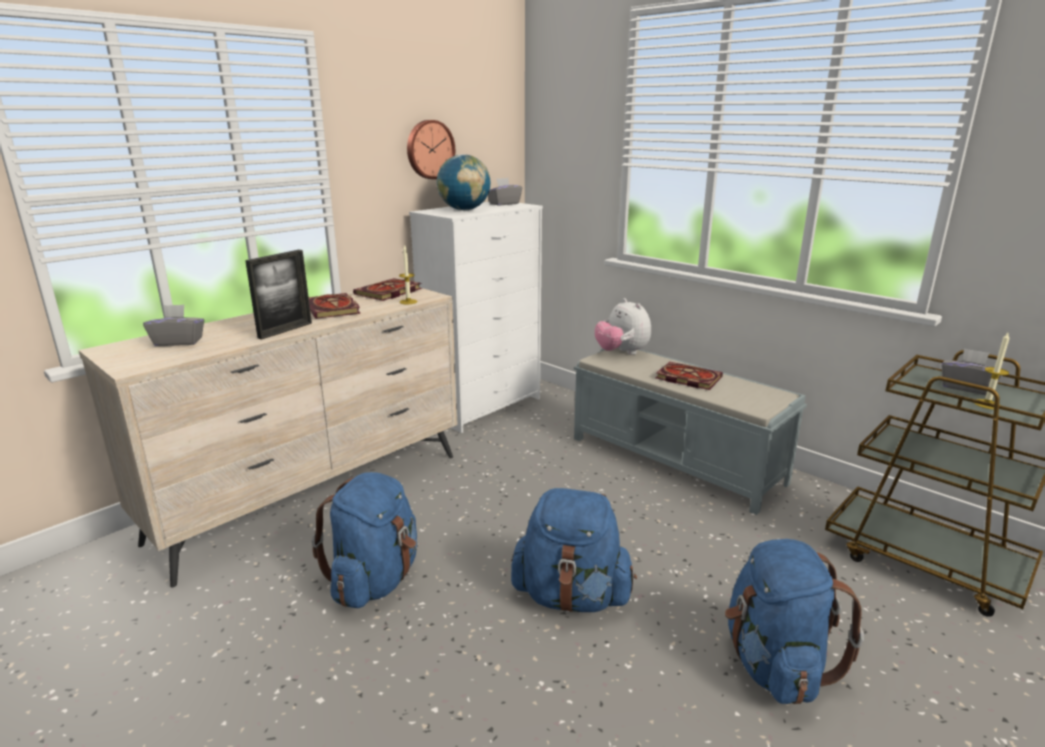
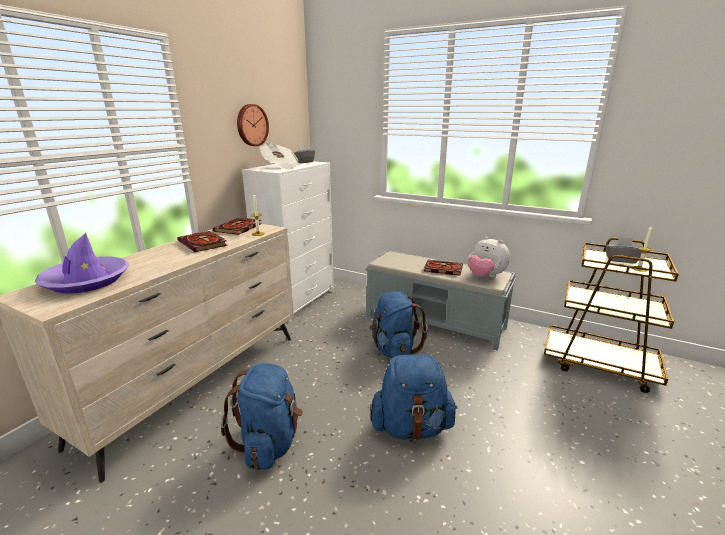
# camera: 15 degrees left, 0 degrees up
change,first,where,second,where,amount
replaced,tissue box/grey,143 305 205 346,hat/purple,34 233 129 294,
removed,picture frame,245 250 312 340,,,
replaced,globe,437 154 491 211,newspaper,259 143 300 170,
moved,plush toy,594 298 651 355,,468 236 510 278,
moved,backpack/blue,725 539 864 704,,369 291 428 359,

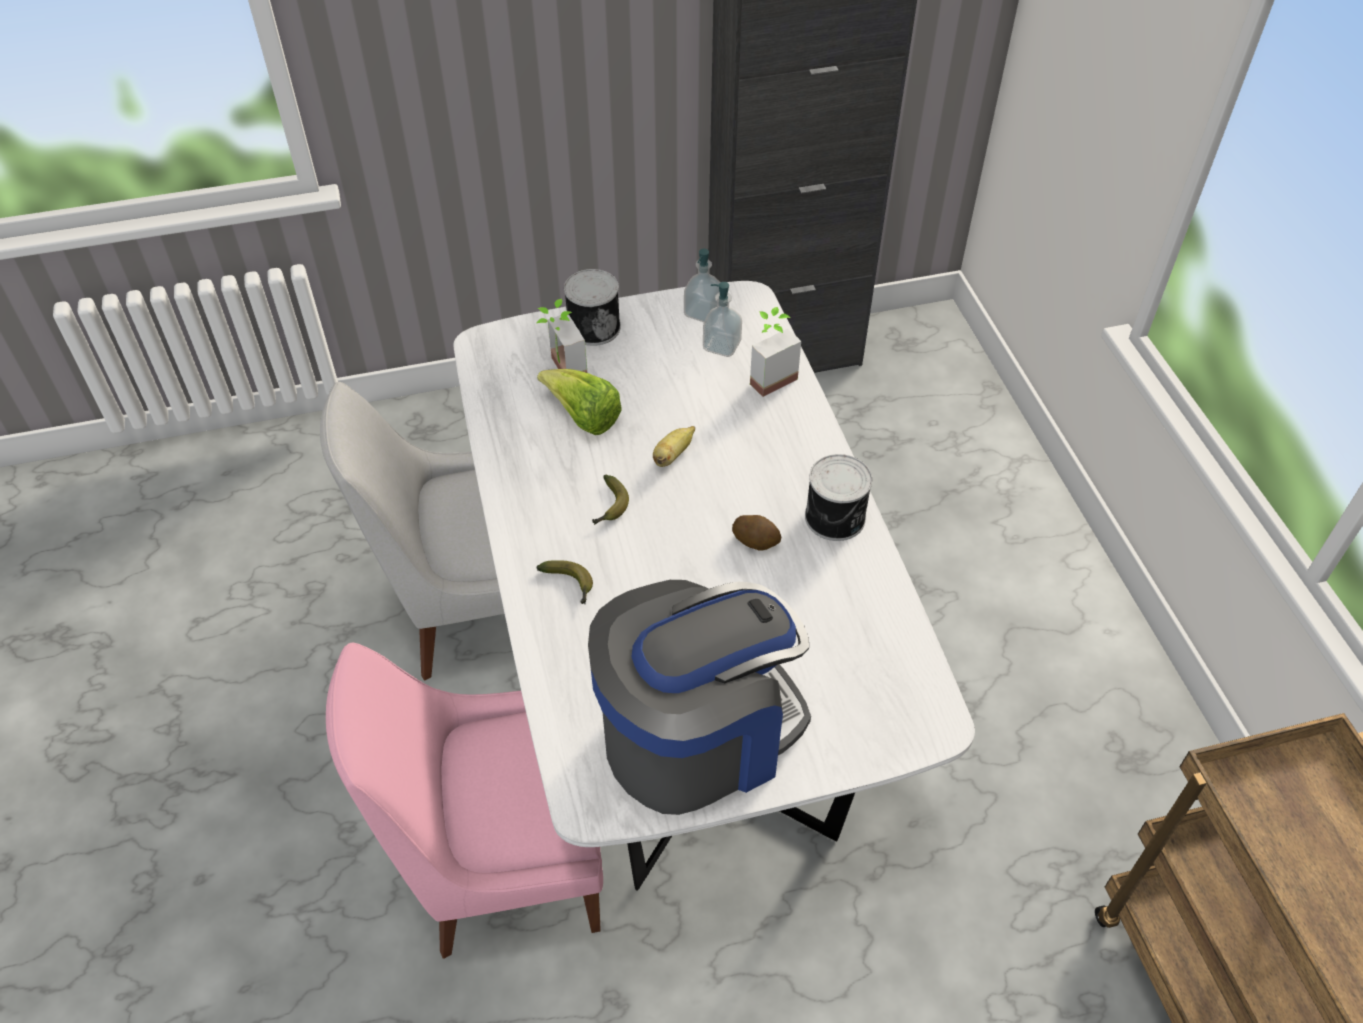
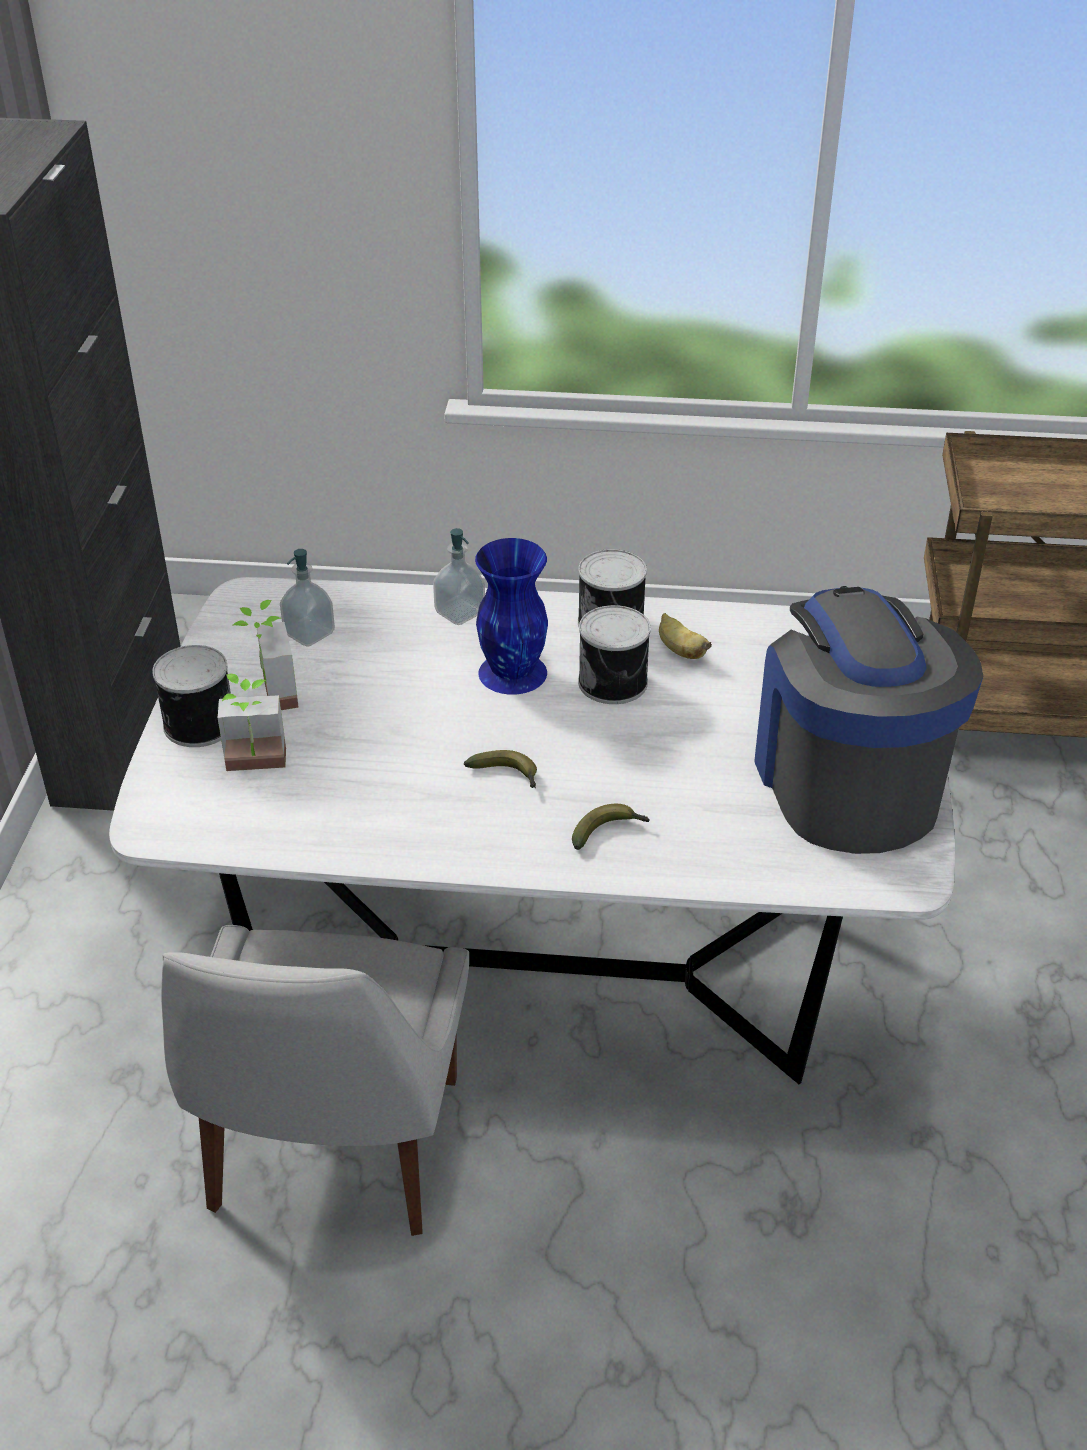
# camera: 70 degrees left, 10 degrees down
change,first,where,second,where,amount
removed,chair/pink,326 643 603 959,,,
removed,lettuce,537 369 621 435,,,
moved,banana,653 426 695 467,,659 613 712 659,
moved,soap dispenser,684 249 720 322,,433 528 485 625,
replaced,potato,732 515 781 551,can,578 605 651 704,
moved,potted plant,750 307 801 397,,232 600 299 710,
added,,,vase/blue,475 538 548 695,

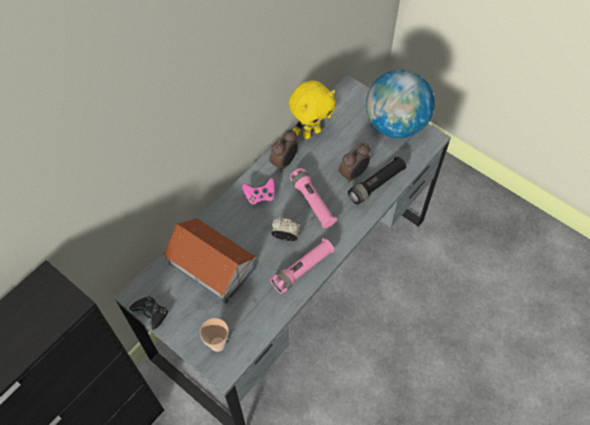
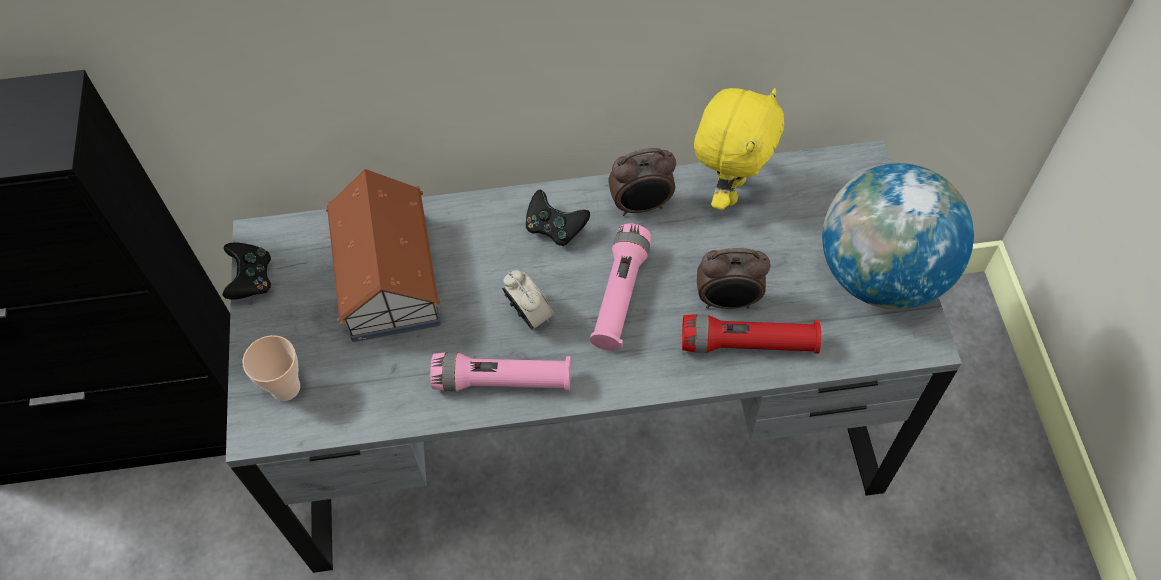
# camera: 45 degrees right, 0 degrees up
change,first,where,second,where,amount
recoloured,game controller/pink,242 178 275 205,game controller/black,526 190 590 246,
turned,plush toy/yellow,289 81 336 139,,694 88 784 210,75 degrees counterclockwise
recoloured,flashlight/black,348 156 406 205,flashlight/red,682 314 821 354,

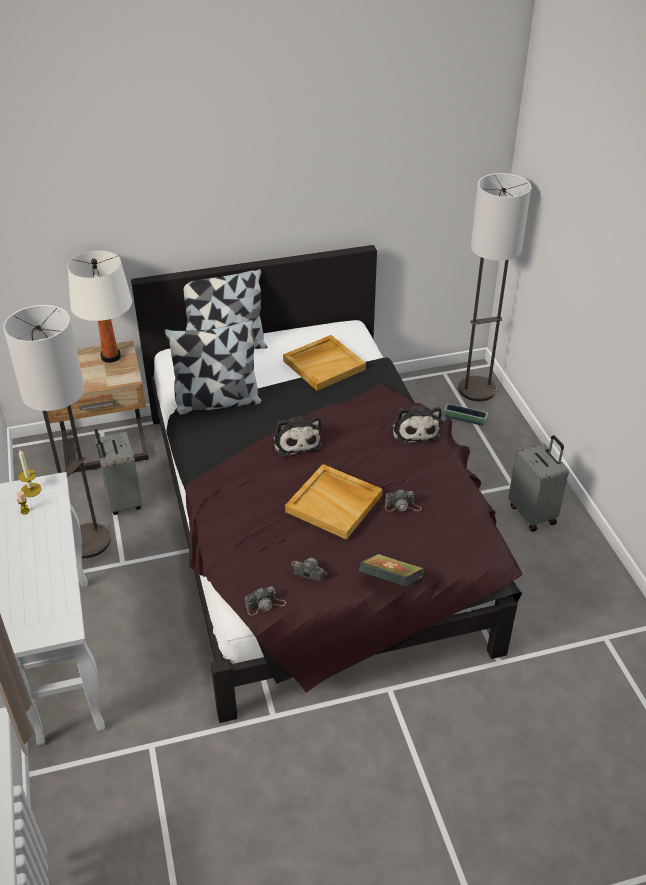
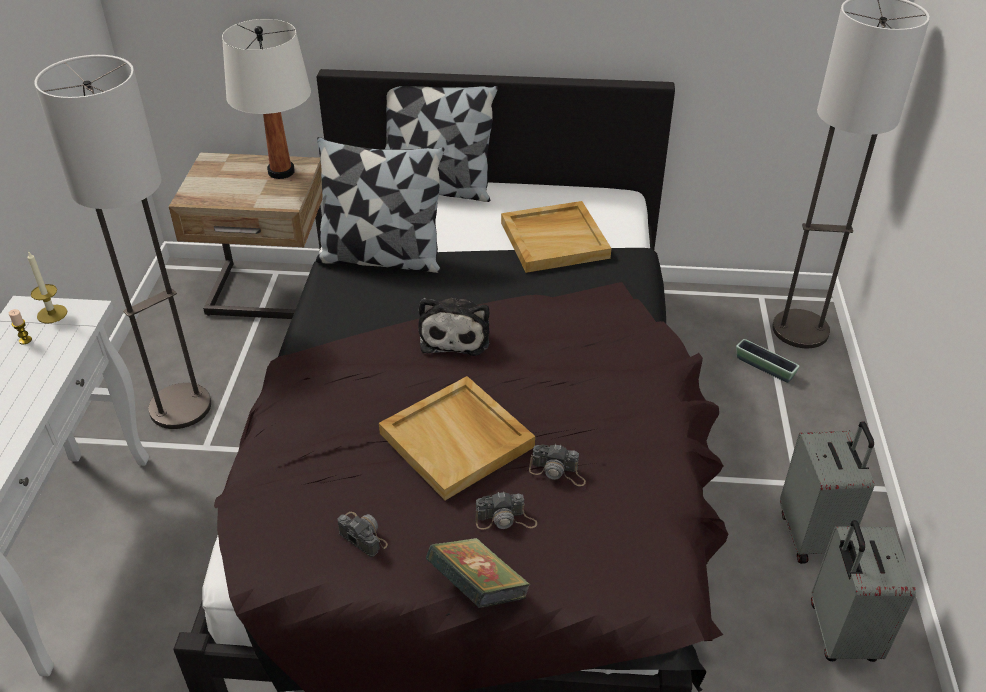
# camera: 20 degrees right, 0 degrees up
change,first,where,second,where,amount
moved,suitcase/grey,95 429 142 515,,811 520 916 662,
moved,photo camera,245 586 286 616,,475 491 537 529,
removed,plush toy,392 406 442 444,,,

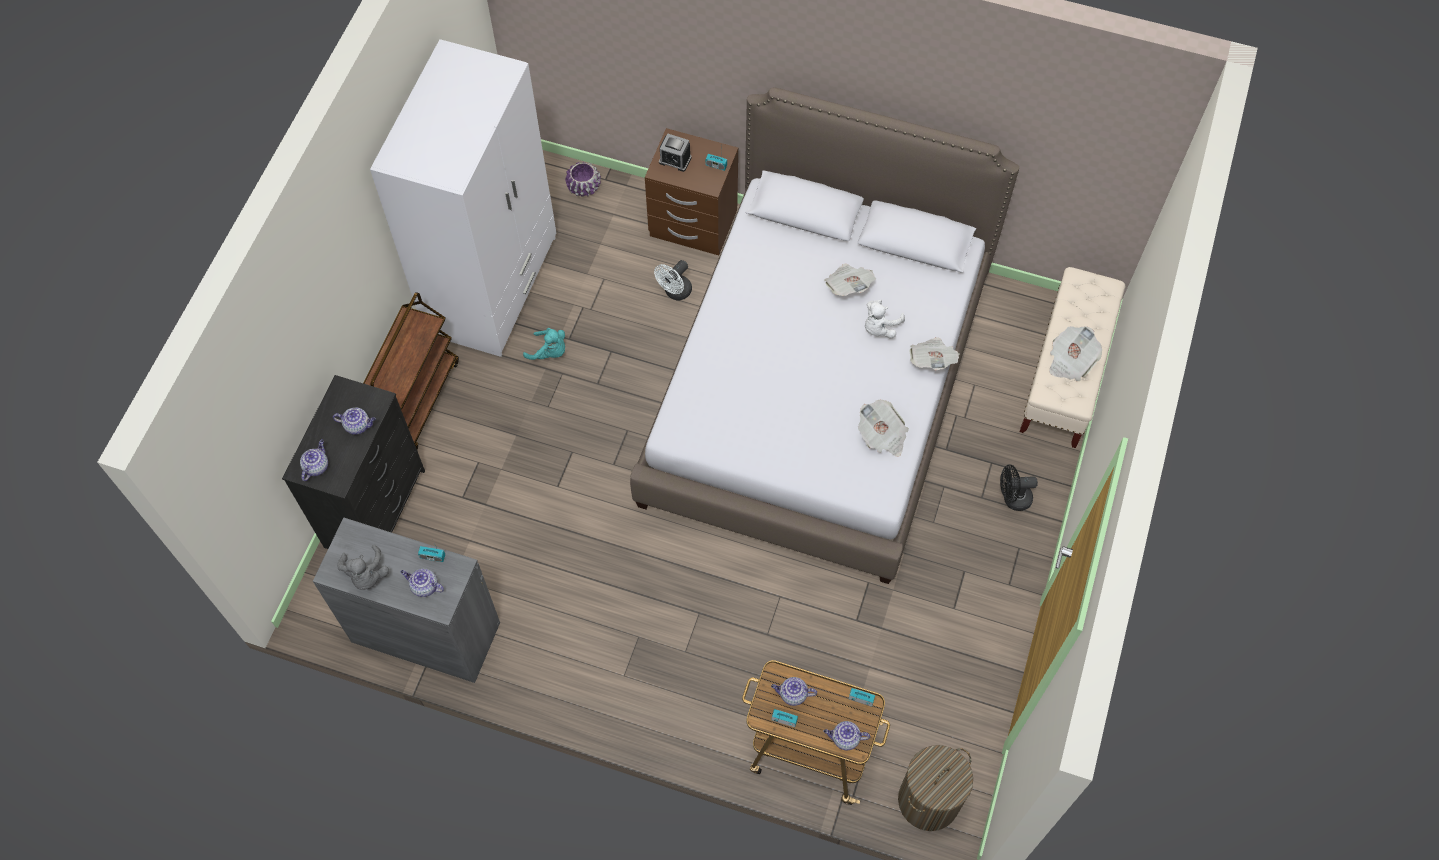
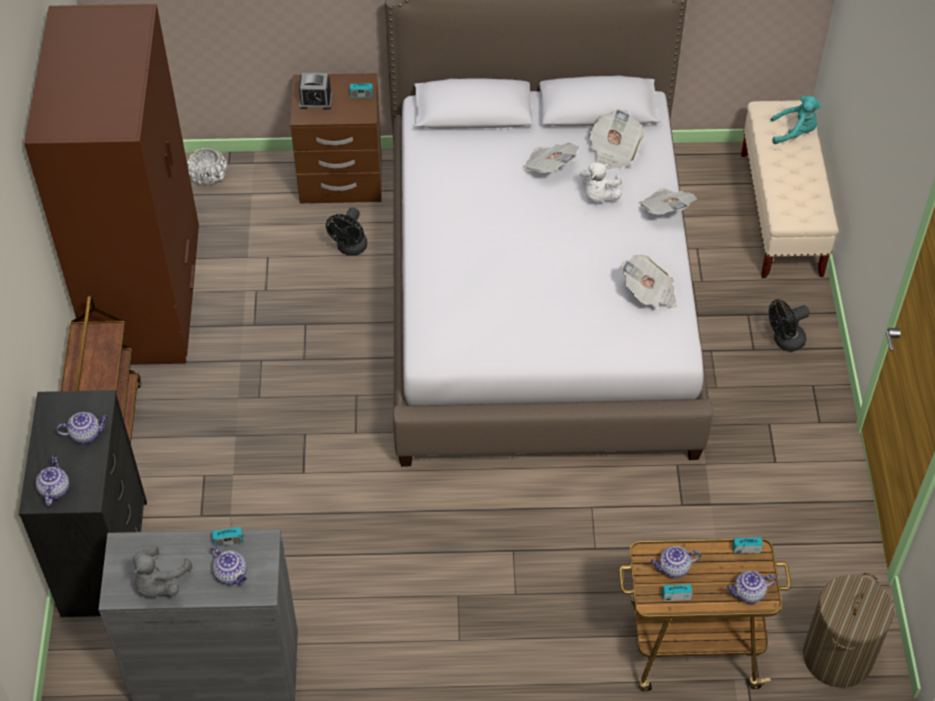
# camera: 20 degrees left, 10 degrees down
change,first,where,second,where,amount
turned,plush toy/grey,337 545 389 590,,133 546 192 597,60 degrees clockwise
recoloured,wardrobe/white,370 39 556 357,wardrobe/brown,24 4 199 365,
turned,teapot,400 568 444 597,,211 546 247 585,135 degrees counterclockwise
moved,plush toy/turquoise,523 328 565 360,,771 96 822 144,
recoloured,planter/purple,565 162 601 197,planter/white,187 147 227 186,
recoloured,fan/white,654 260 692 300,fan/black,326 207 367 256,
moved,newspaper,1049 326 1102 381,,589 109 644 169,

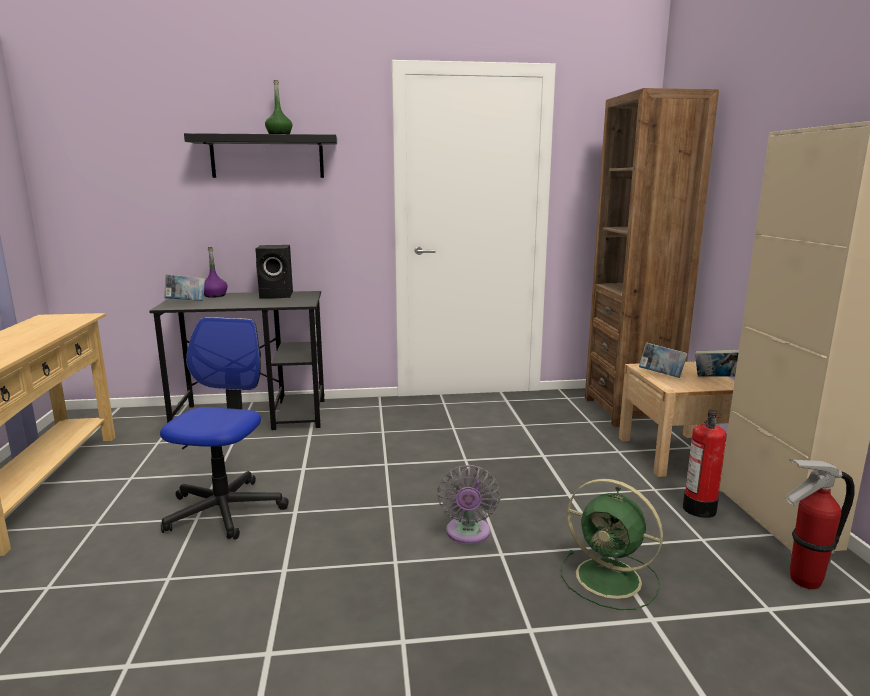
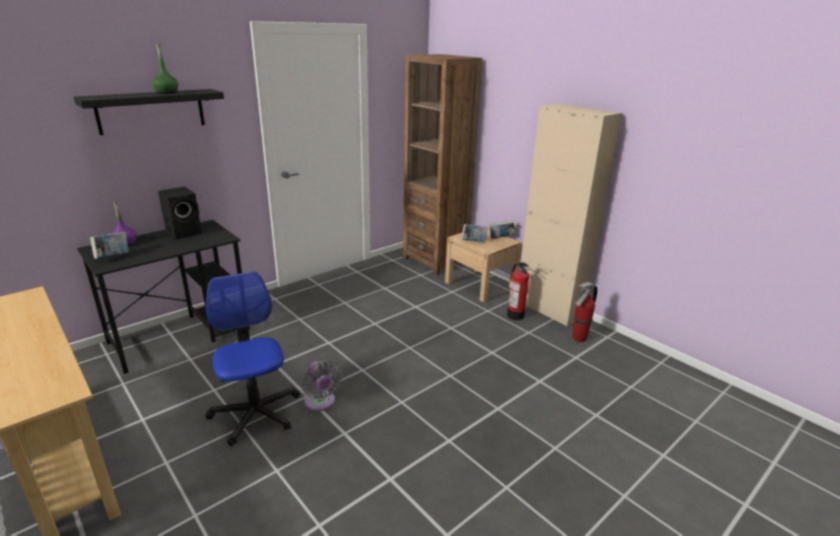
# camera: 35 degrees left, 10 degrees up
change,first,where,second,where,amount
moved,fan/grey,437 465 500 544,,301 360 343 411,
removed,fan/green,561 479 663 610,,,

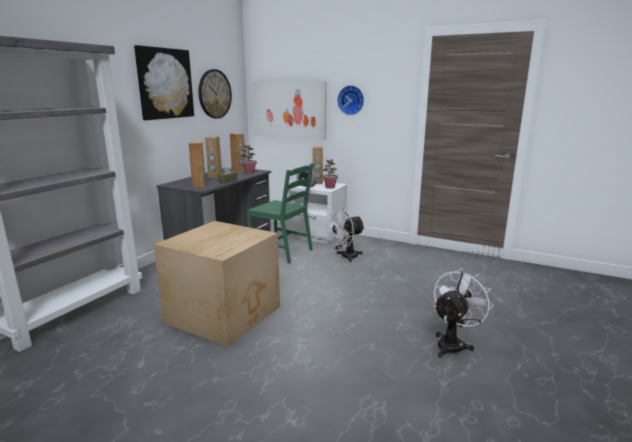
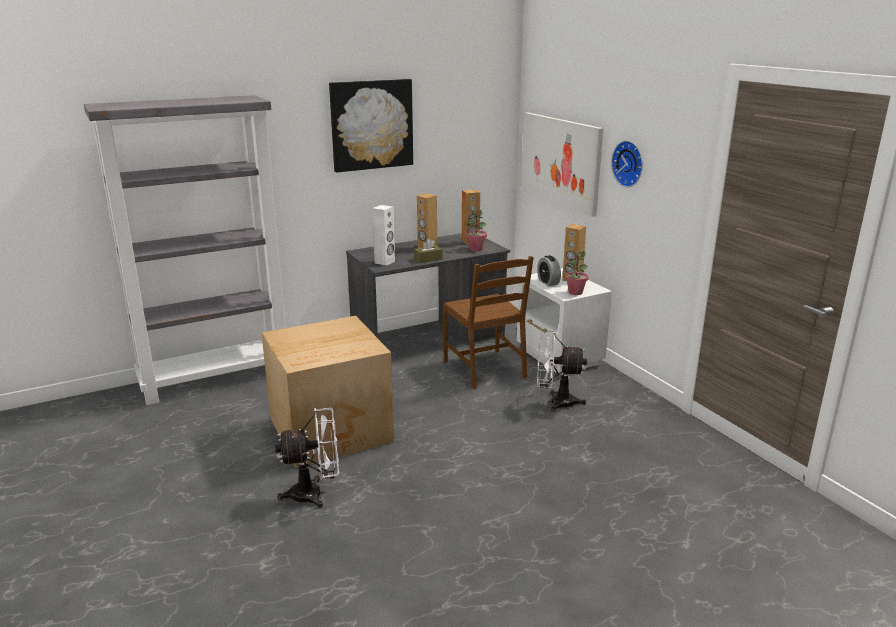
# camera: 35 degrees right, 5 degrees up
change,first,where,second,where,amount
recoloured,speaker/brown,189 142 206 188,speaker/white,372 205 395 266,
removed,wall clock,198 69 232 119,,,
recoloured,chair/green,247 163 313 264,chair/brown,443 256 534 389,
moved,fan/white,434 268 494 358,,275 408 339 509,

